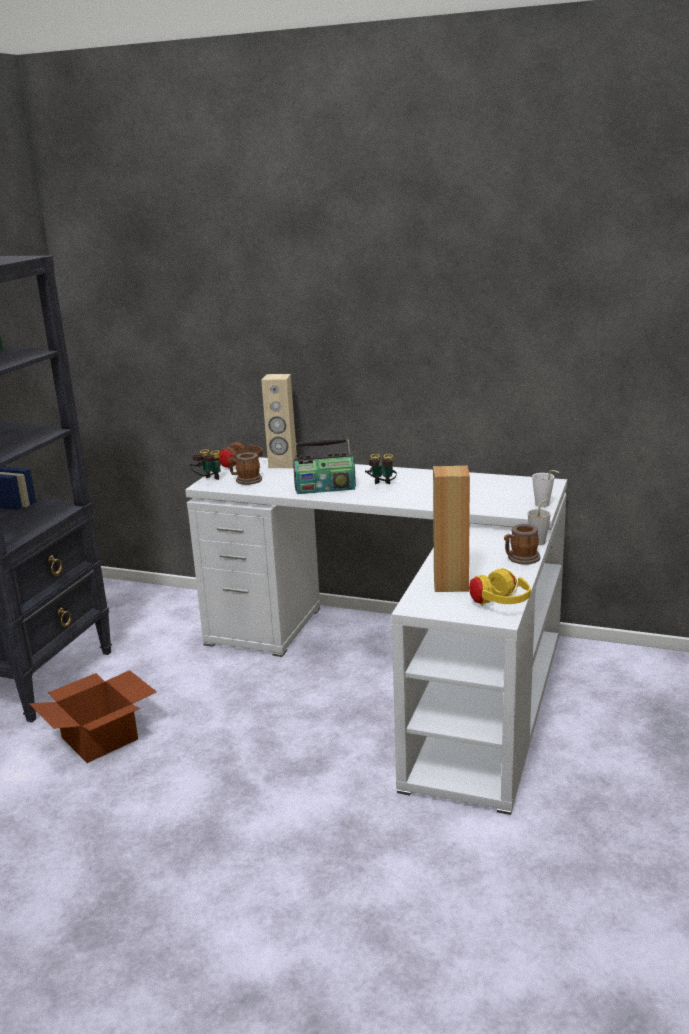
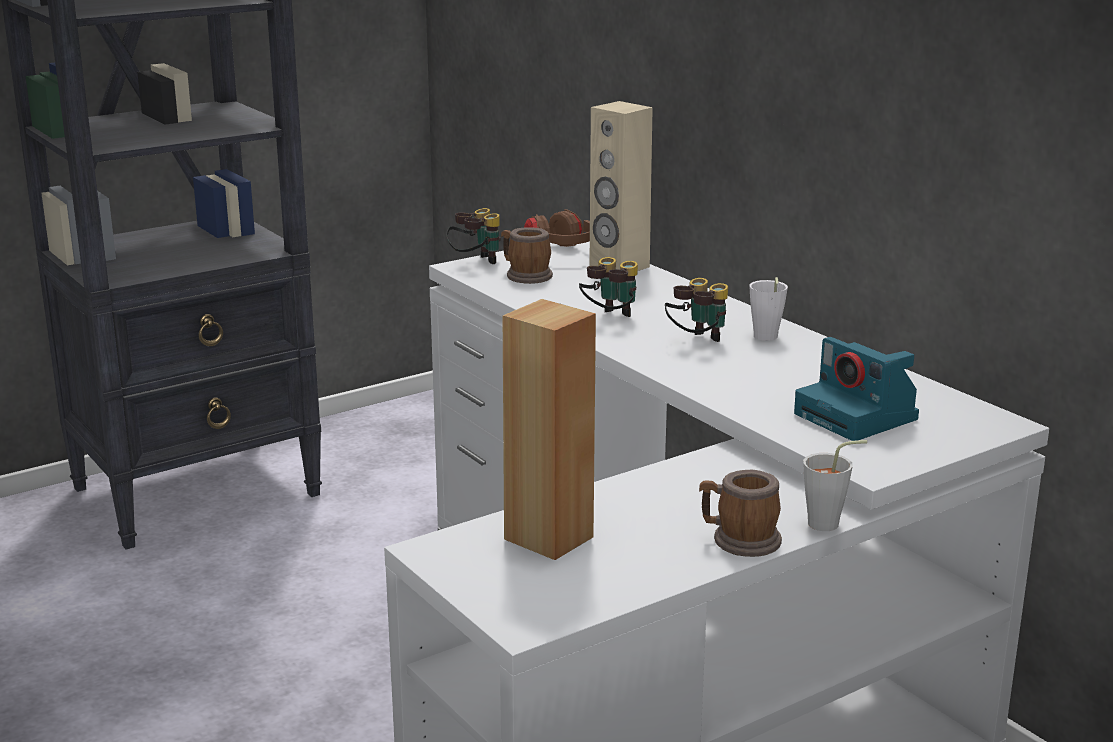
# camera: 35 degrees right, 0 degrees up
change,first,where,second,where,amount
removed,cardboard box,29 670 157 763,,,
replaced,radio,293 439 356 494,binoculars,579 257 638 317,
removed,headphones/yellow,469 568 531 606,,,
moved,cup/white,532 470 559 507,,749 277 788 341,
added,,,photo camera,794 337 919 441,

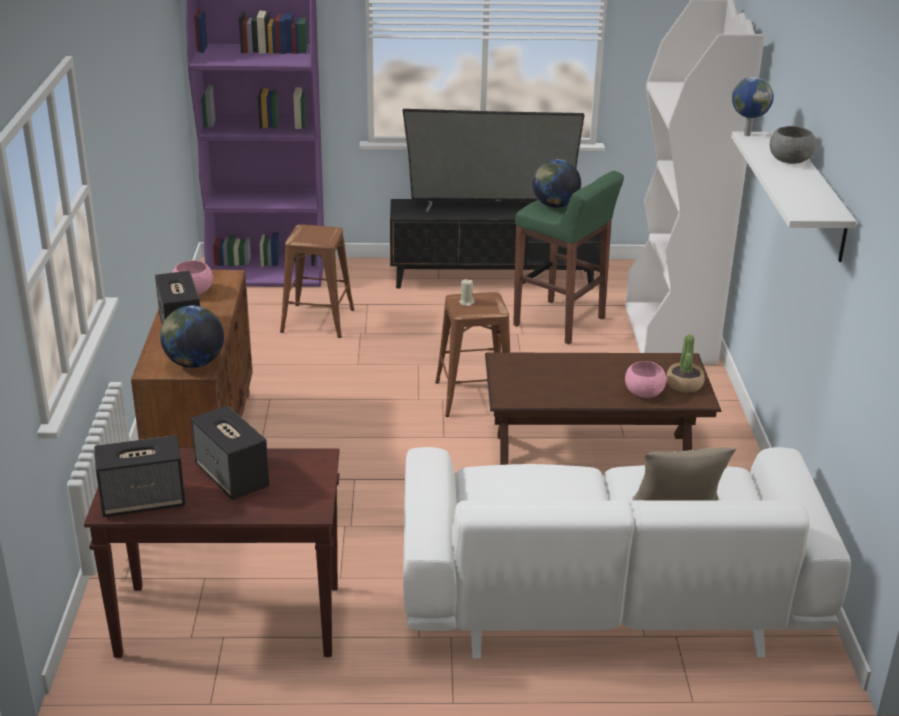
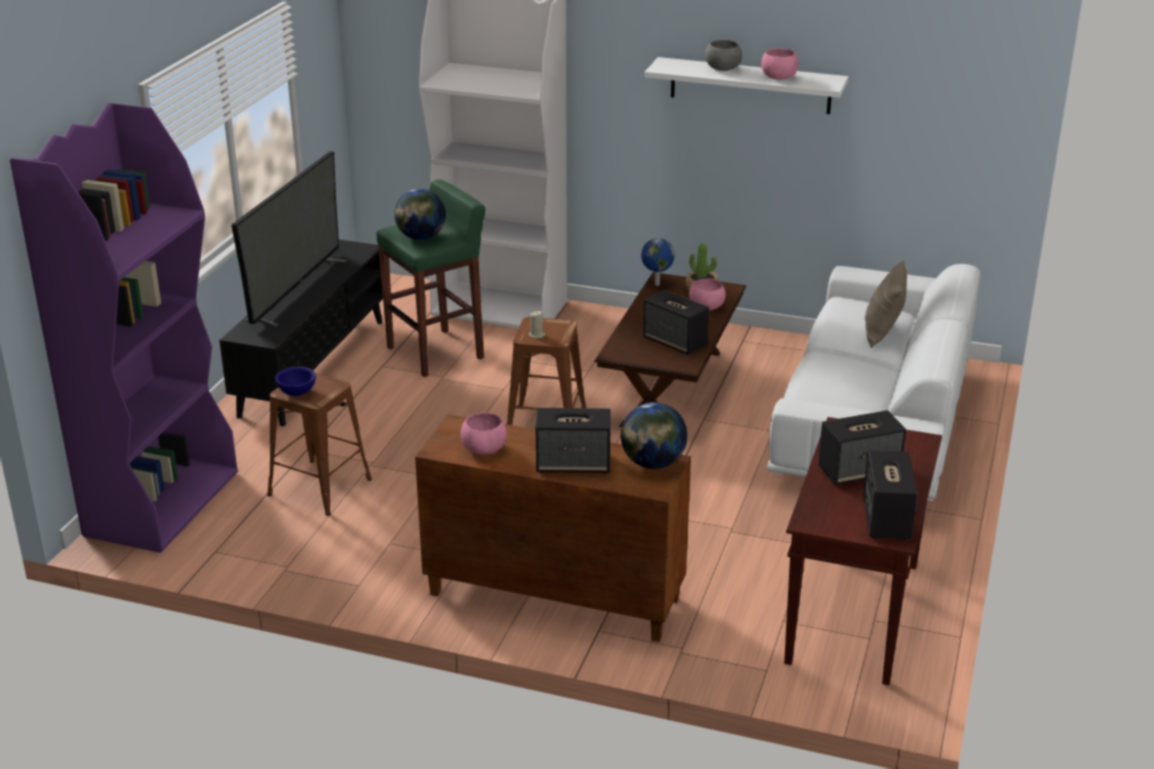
# camera: 70 degrees left, 0 degrees up
change,first,where,second,where,amount
moved,globe,732 77 774 136,,641 238 675 286,
added,,,bowl/blue,275 367 316 396,
added,,,speaker,643 290 709 355,
added,,,bowl/pink,761 48 799 80,

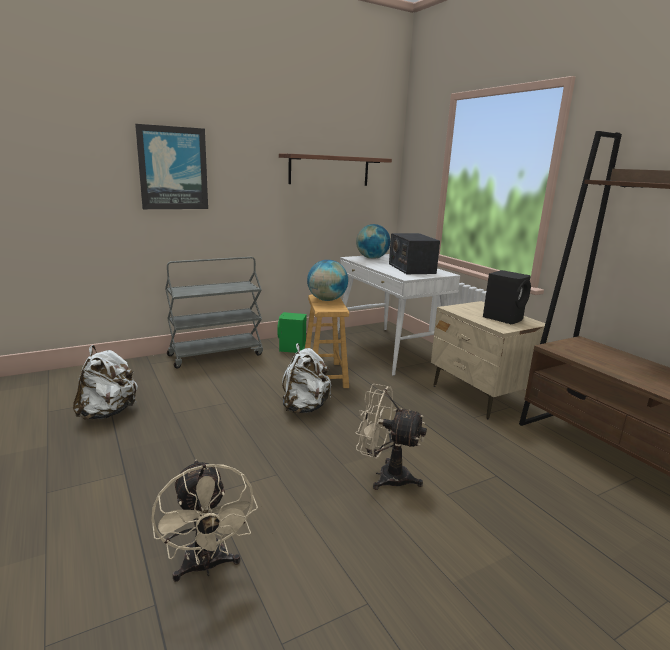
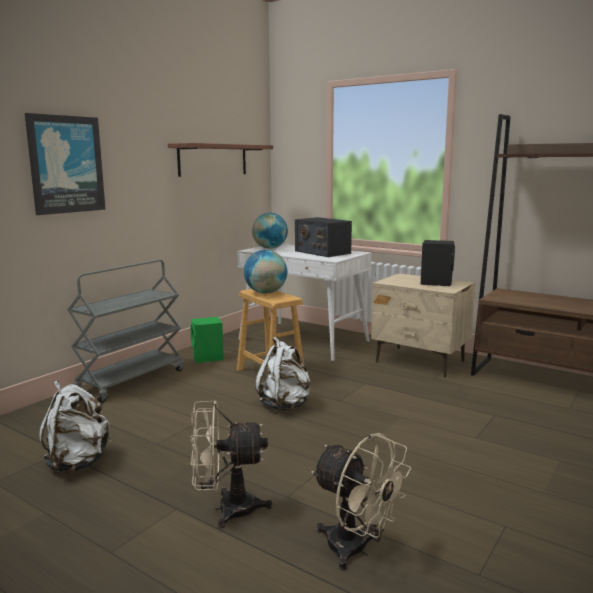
# camera: 25 degrees left, 5 degrees down
change,first,where,second,where,amount
moved,fan/beige,355 384 427 490,,190 401 272 528,

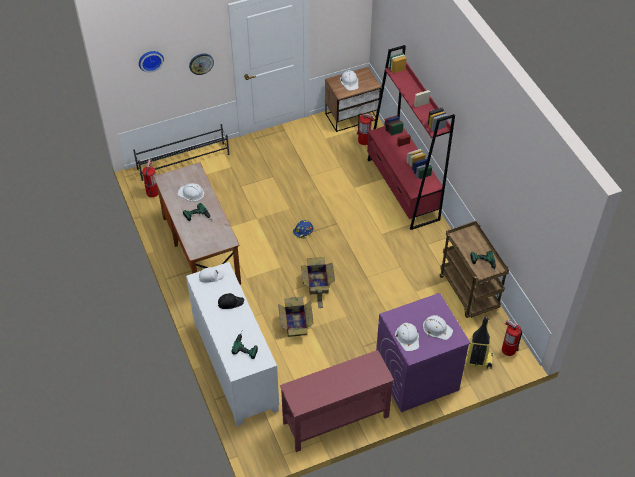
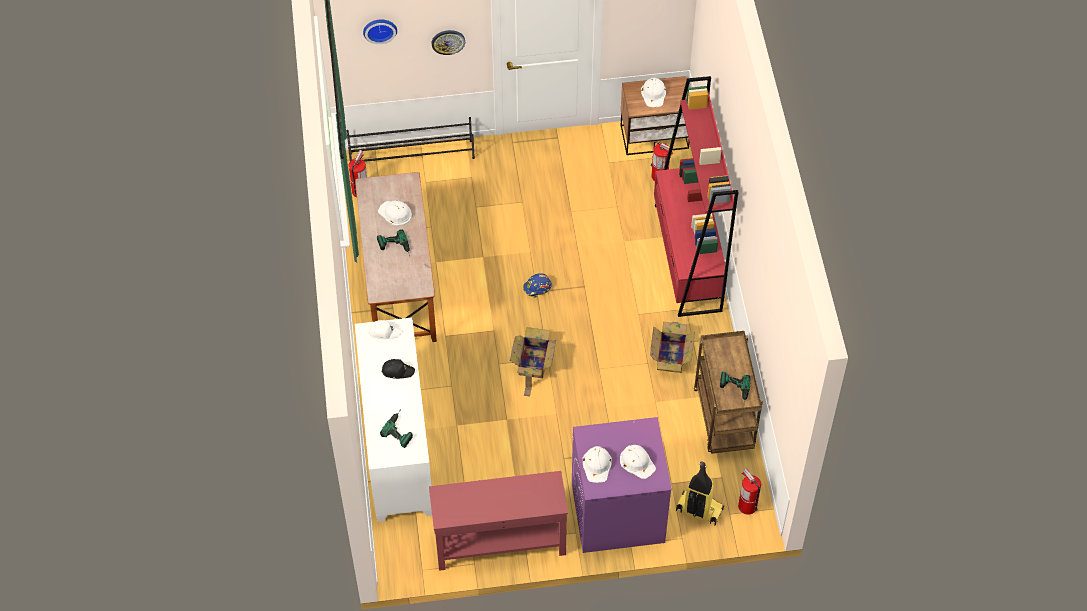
# camera: 15 degrees right, 5 degrees up
change,first,where,second,where,amount
moved,cardboard box,278 297 314 337,,650 322 695 373,

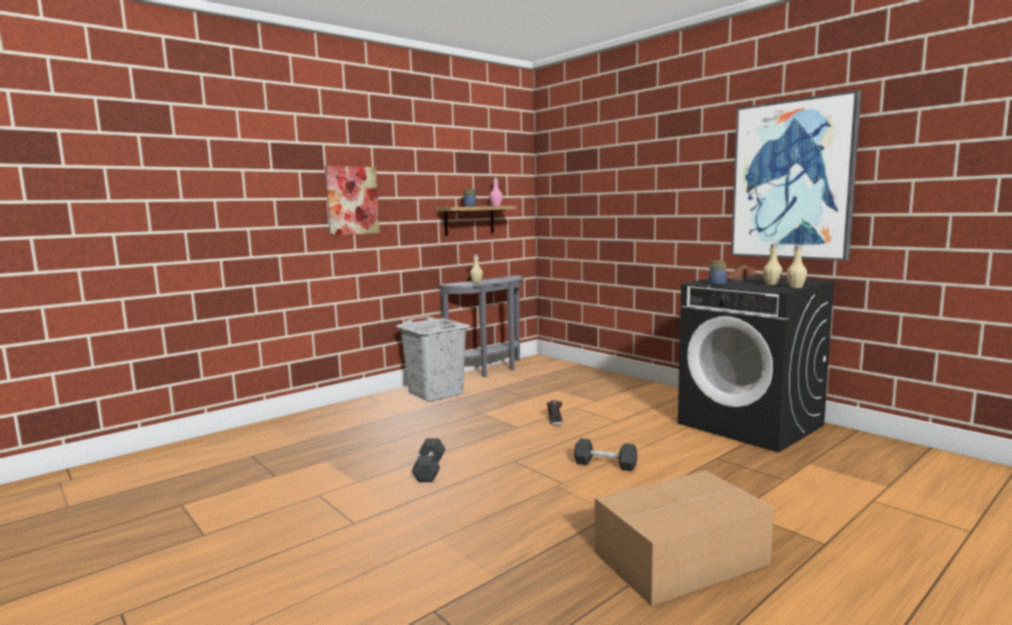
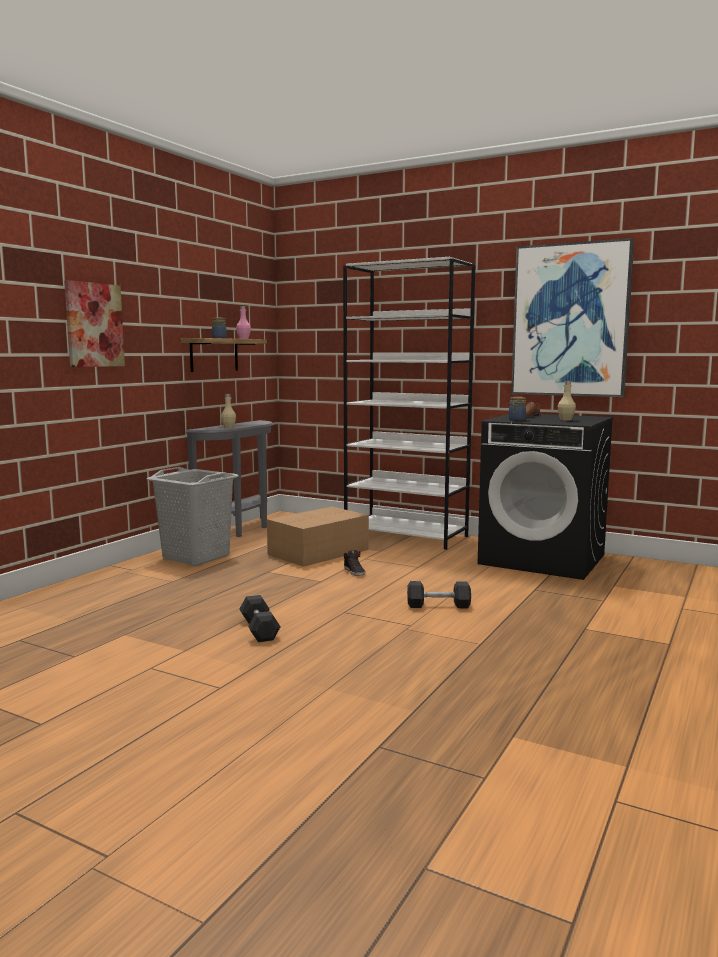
# camera: 20 degrees left, 0 degrees up
change,first,where,second,where,amount
moved,cardboard box,595 470 774 606,,267 507 369 567,
removed,bottle/beige,787 245 807 288,,,
added,,,bookcase/white,343 257 475 550,

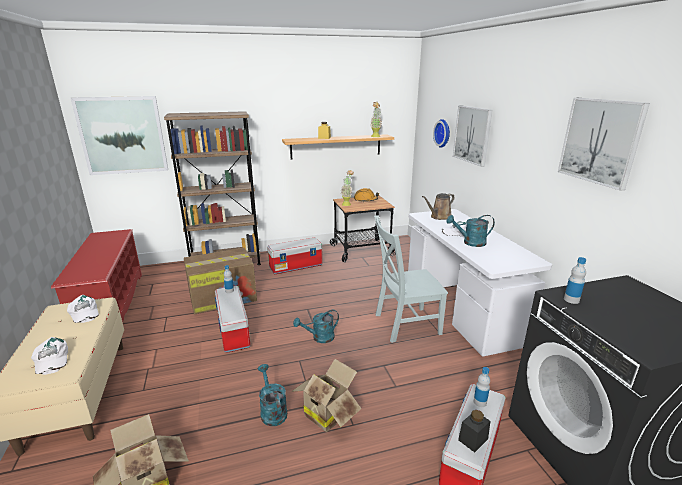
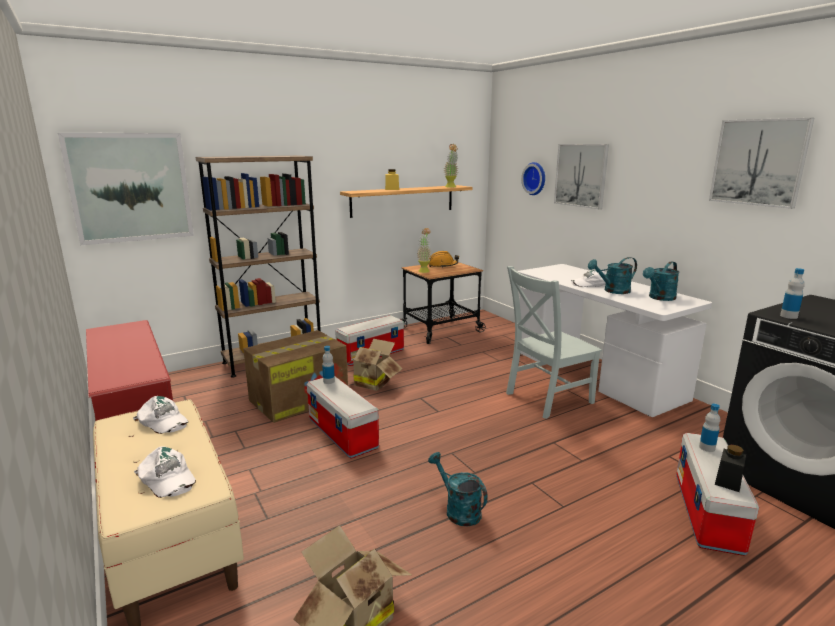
# camera: 15 degrees left, 5 degrees down
change,first,where,second,where,amount
moved,cardboard box,291 359 362 432,,347 339 403 391,
moved,watering can/turquoise,293 310 339 343,,643 261 679 301,
removed,watering can/brown,422 193 455 220,,,

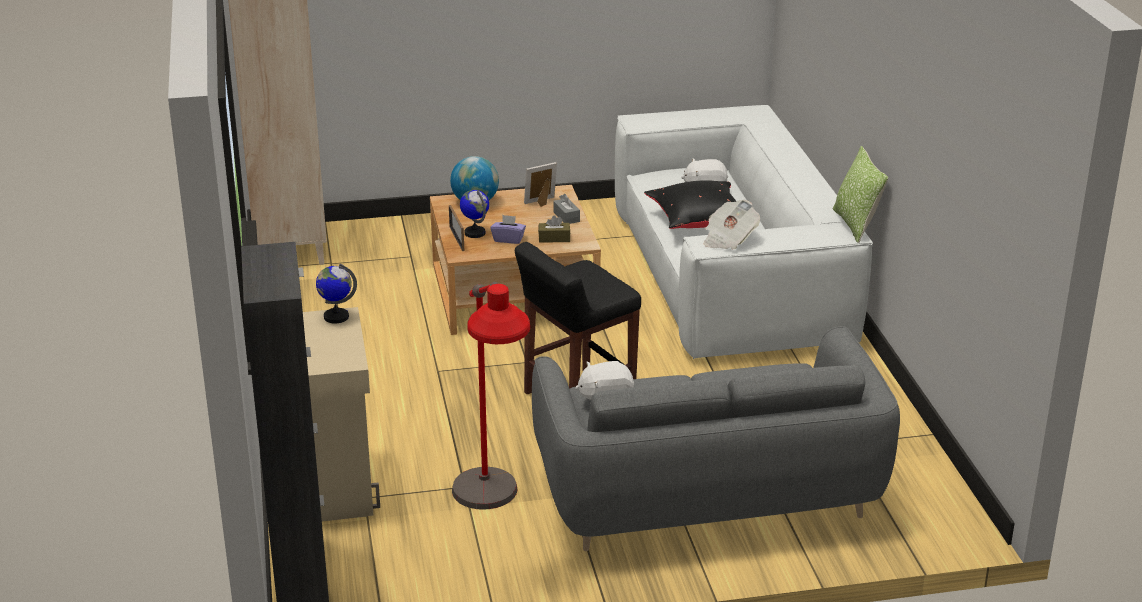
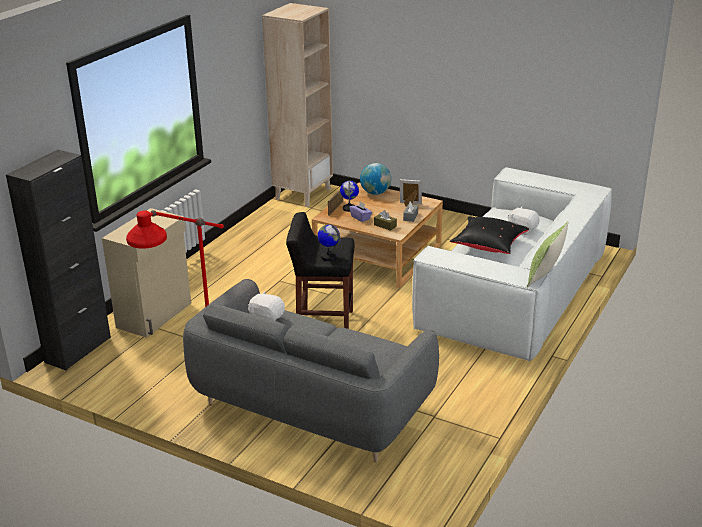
# camera: 40 degrees right, 0 degrees up
change,first,where,second,where,amount
moved,globe,316 264 357 324,,318 224 341 261,
removed,newspaper,704 200 760 249,,,

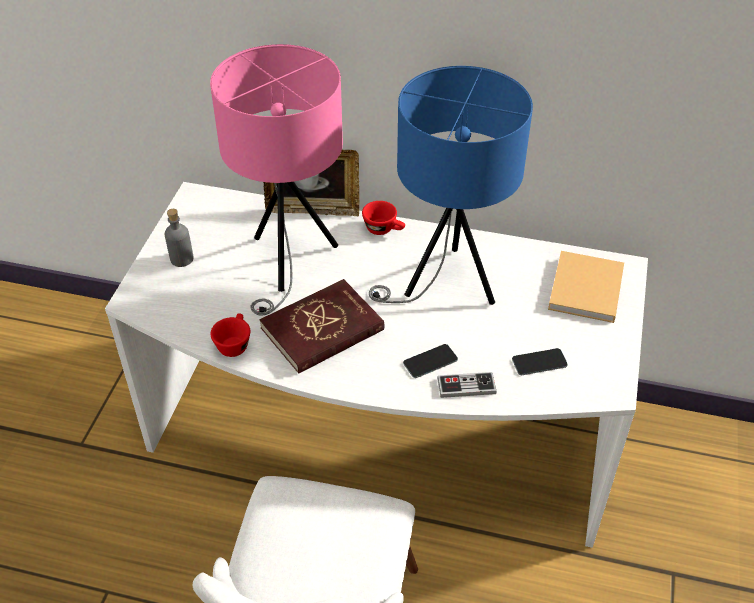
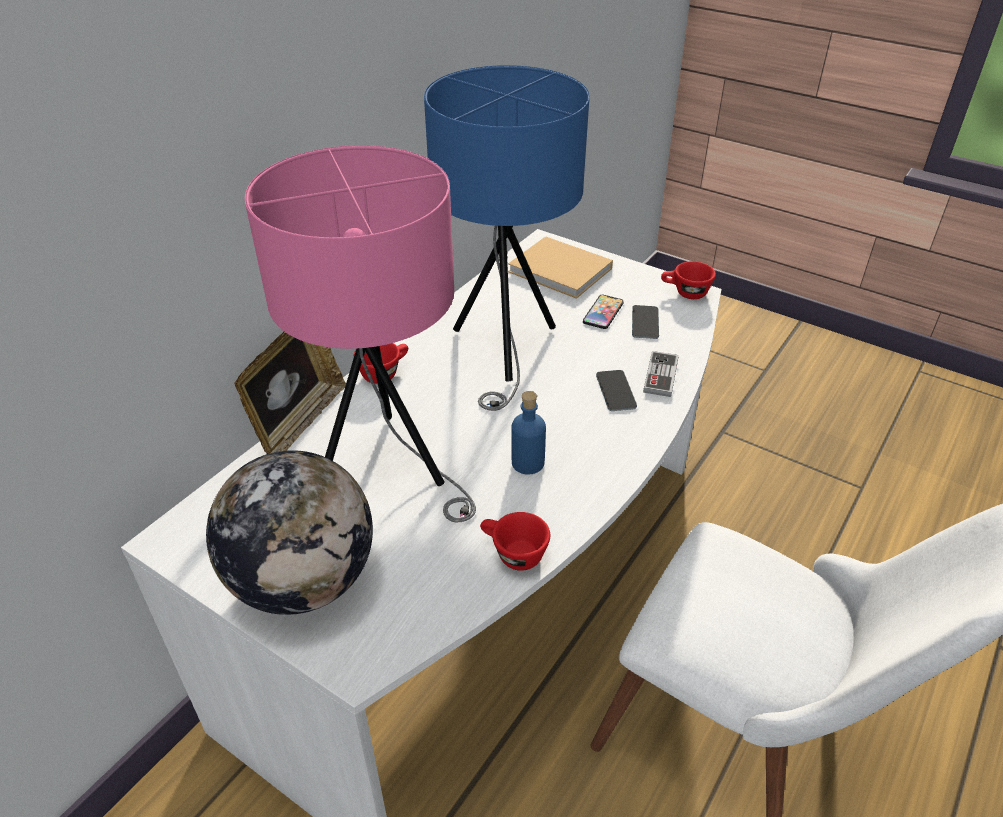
# camera: 70 degrees left, 5 degrees down
change,first,where,second,where,amount
replaced,bottle/grey,165 209 194 267,globe,206 450 373 615,
replaced,book/red,260 279 385 374,bottle/blue,511 391 546 475,
added,,,phone,583 295 624 329,
added,,,cup/red,661 261 716 299,

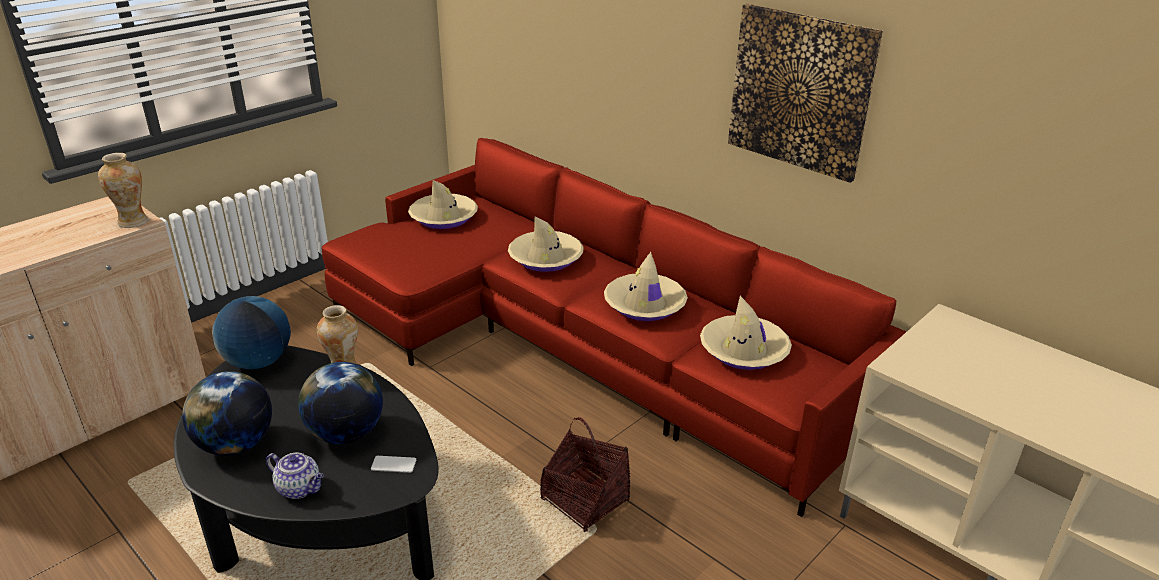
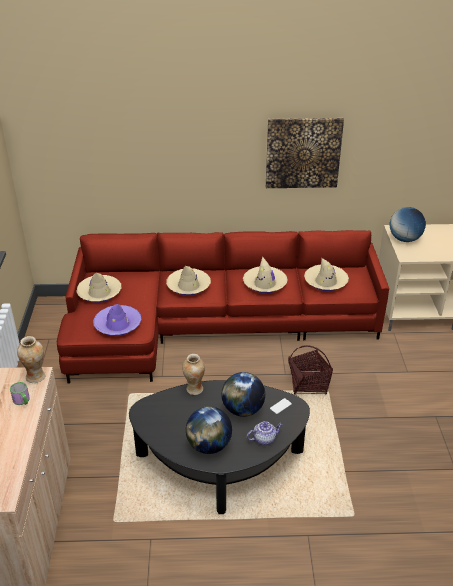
# camera: 45 degrees left, 5 degrees up
change,first,where,second,where,amount
moved,globe,212 296 291 369,,389 207 426 242,
added,,,mug,10 382 30 405,
added,,,hat/purple,93 304 141 336,

